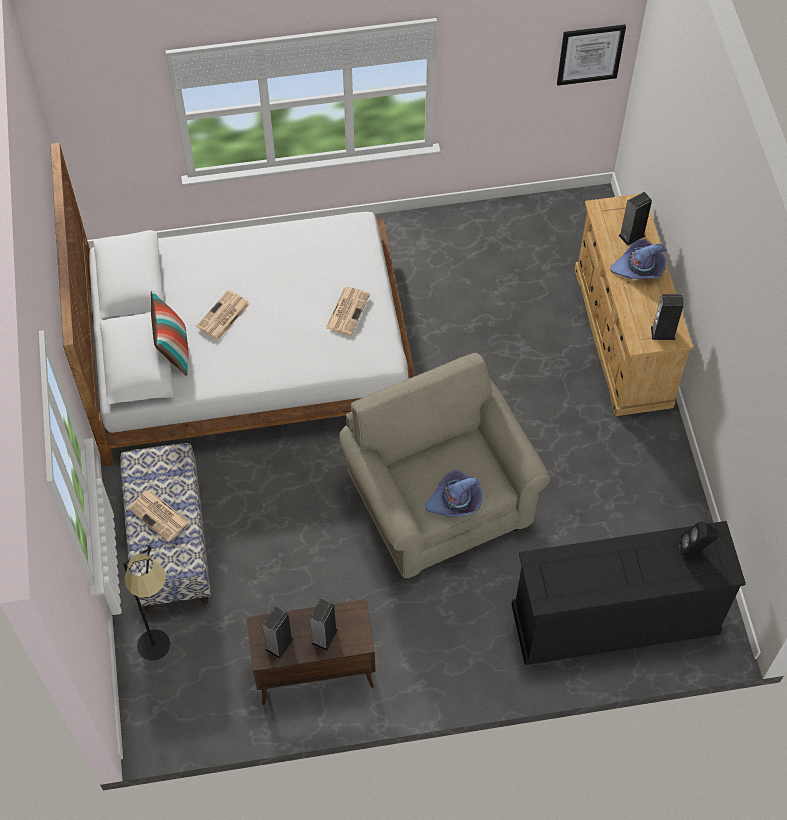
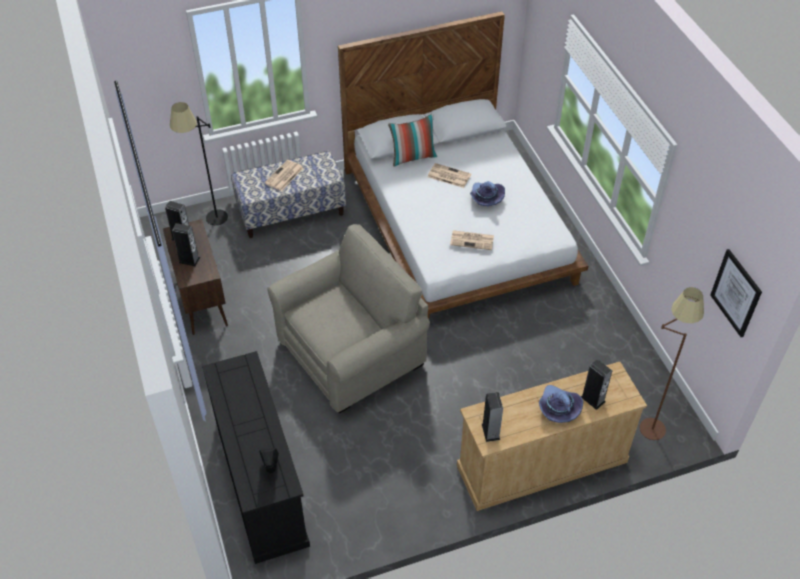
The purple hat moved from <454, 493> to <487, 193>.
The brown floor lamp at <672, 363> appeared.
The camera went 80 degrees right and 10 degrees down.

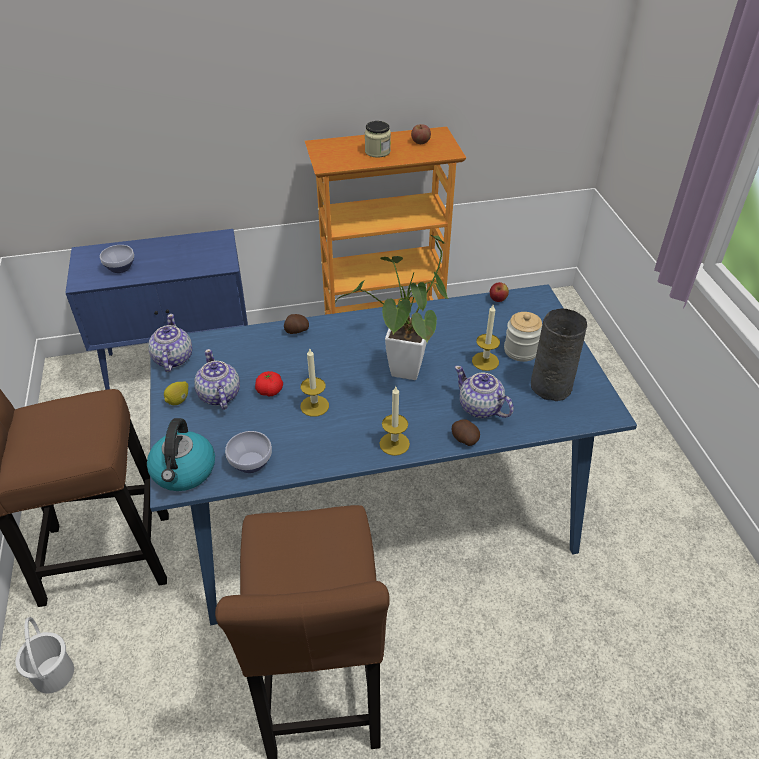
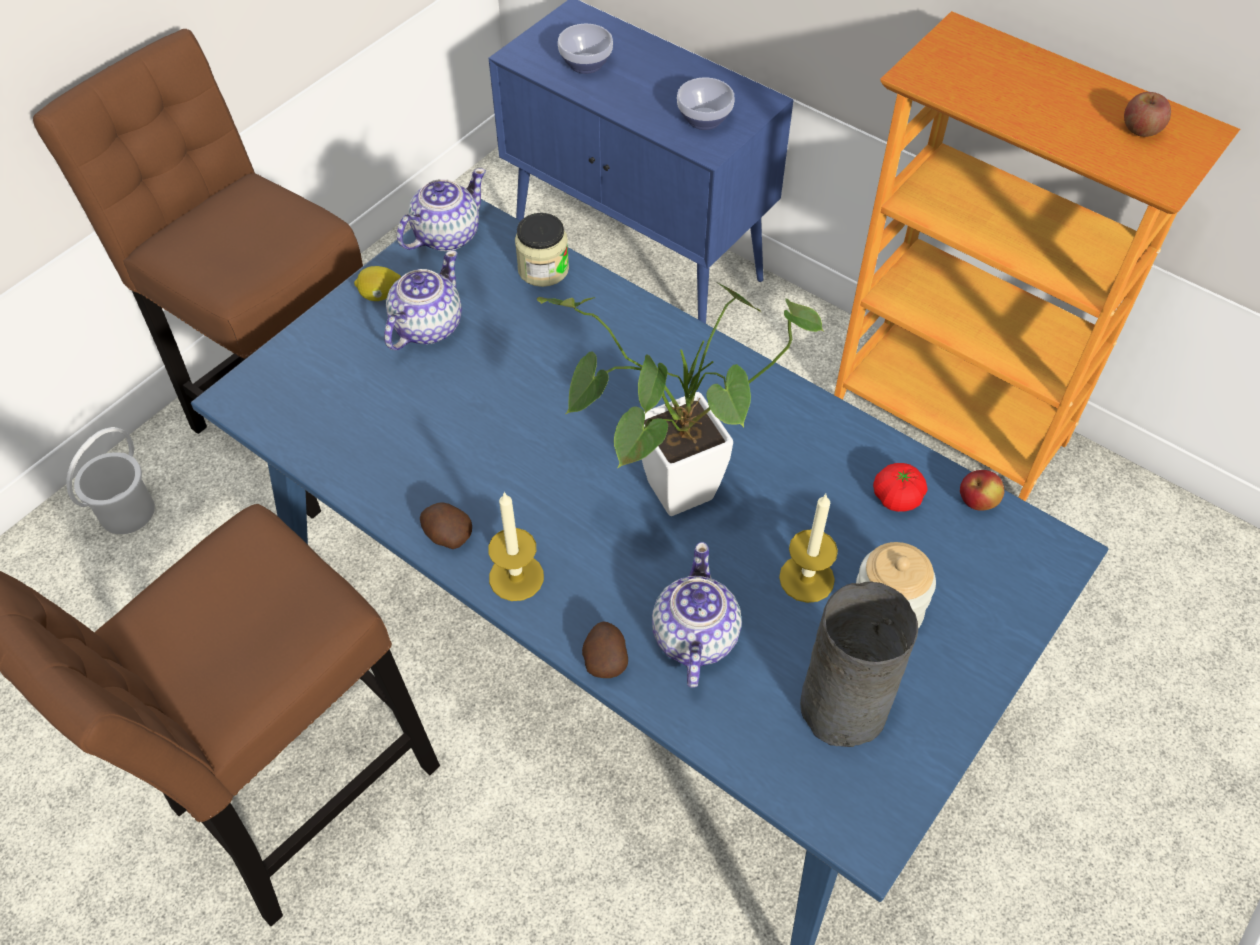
The jar moved from <378, 139> to <542, 250>.
The potato moved from <296, 324> to <446, 525>.
The candle at <314, 383> disappeared.
The tomato moved from <269, 384> to <900, 487>.
The kettle at <181, 454> disappeared.
The bowl moved from <248, 452> to <706, 104>.
The camera went 50 degrees right and 10 degrees up.

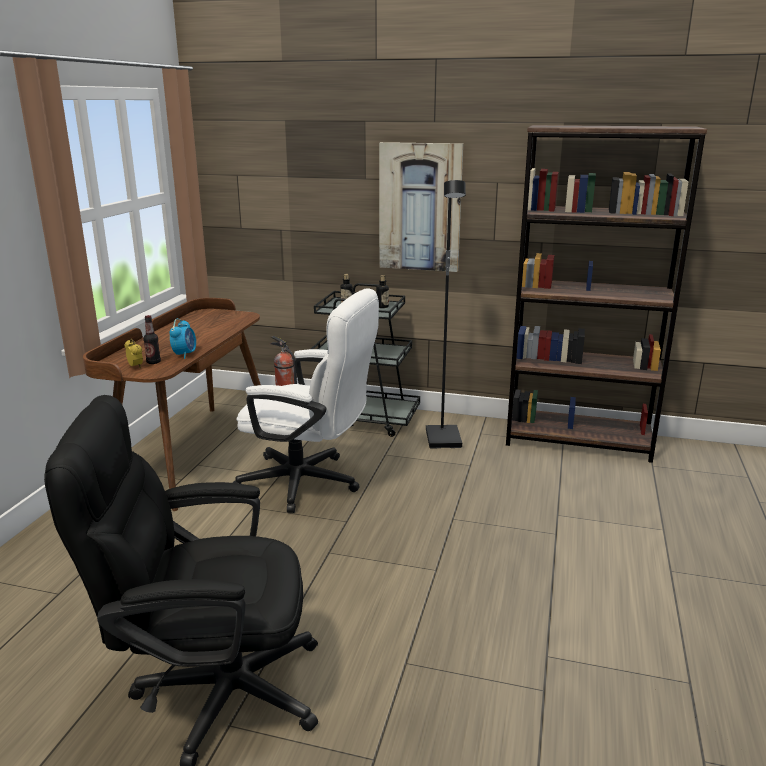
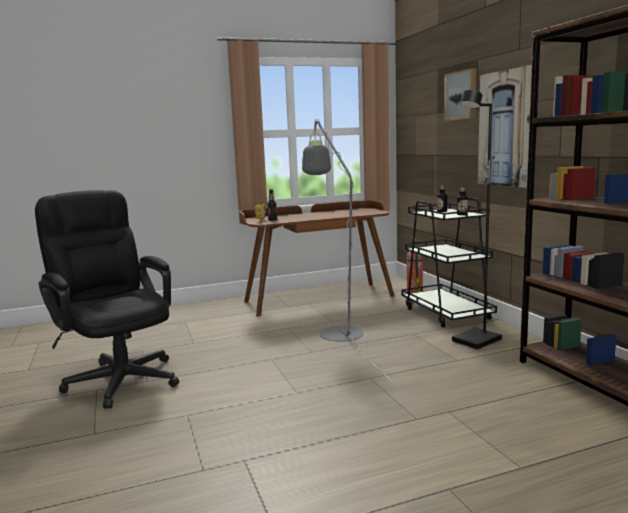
The white office chair at <306, 400> was replaced by the grey floor lamp at <347, 250>.
The alarm clock at <183, 338> disappeared.
The picture at <460, 94> appeared.
The camera went 55 degrees right and 10 degrees down.

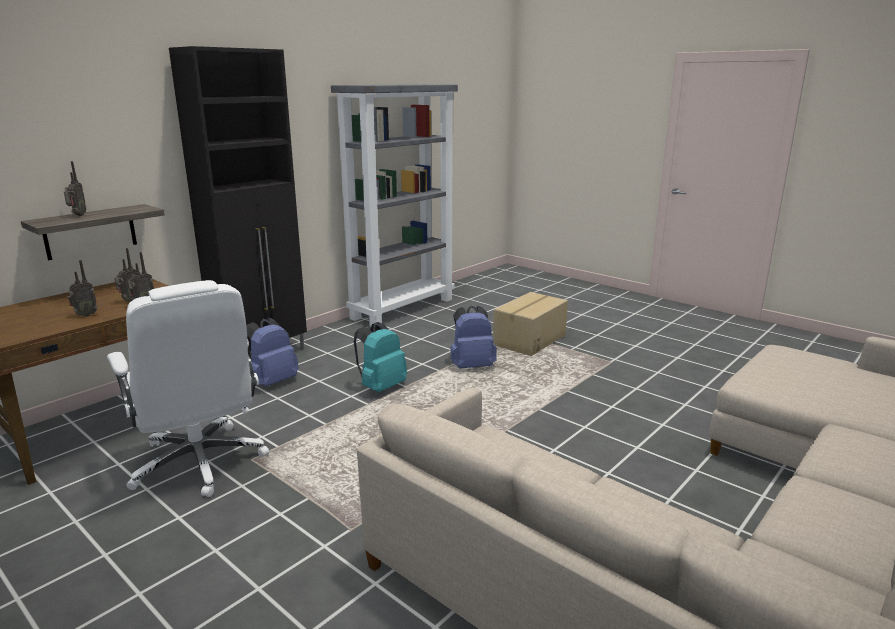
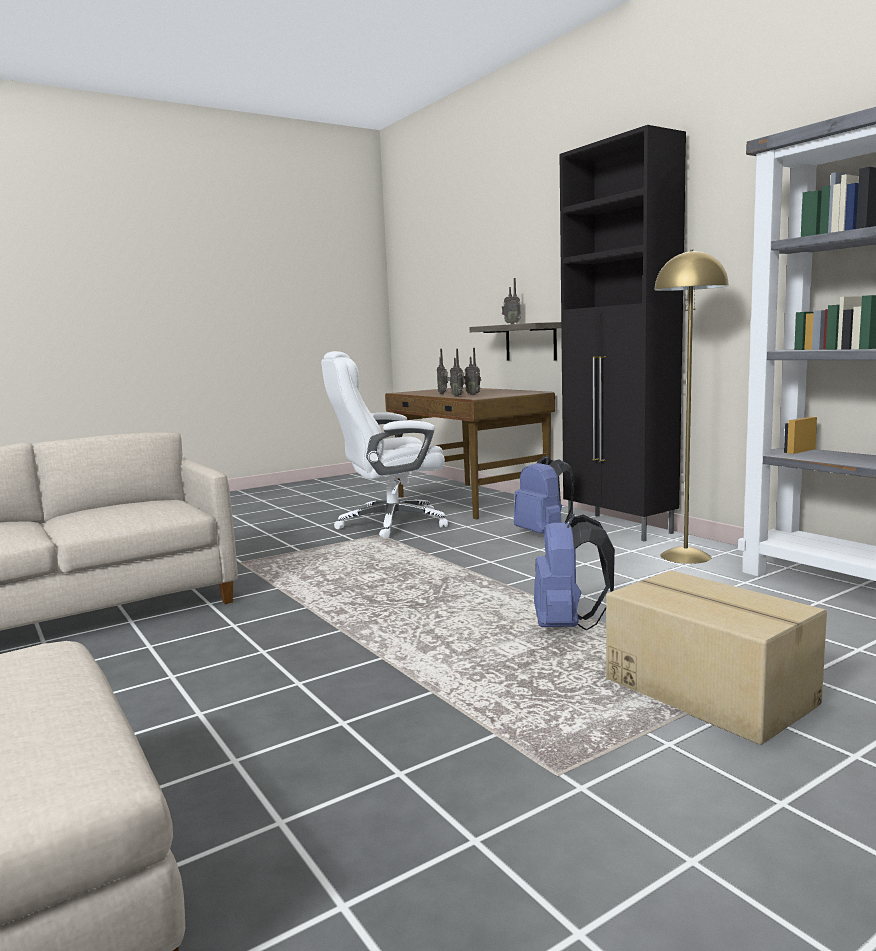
The turquoise backpack at <380, 357> disappeared.
The yellow floor lamp at <691, 406> appeared.
The camera went 105 degrees right and 10 degrees down.

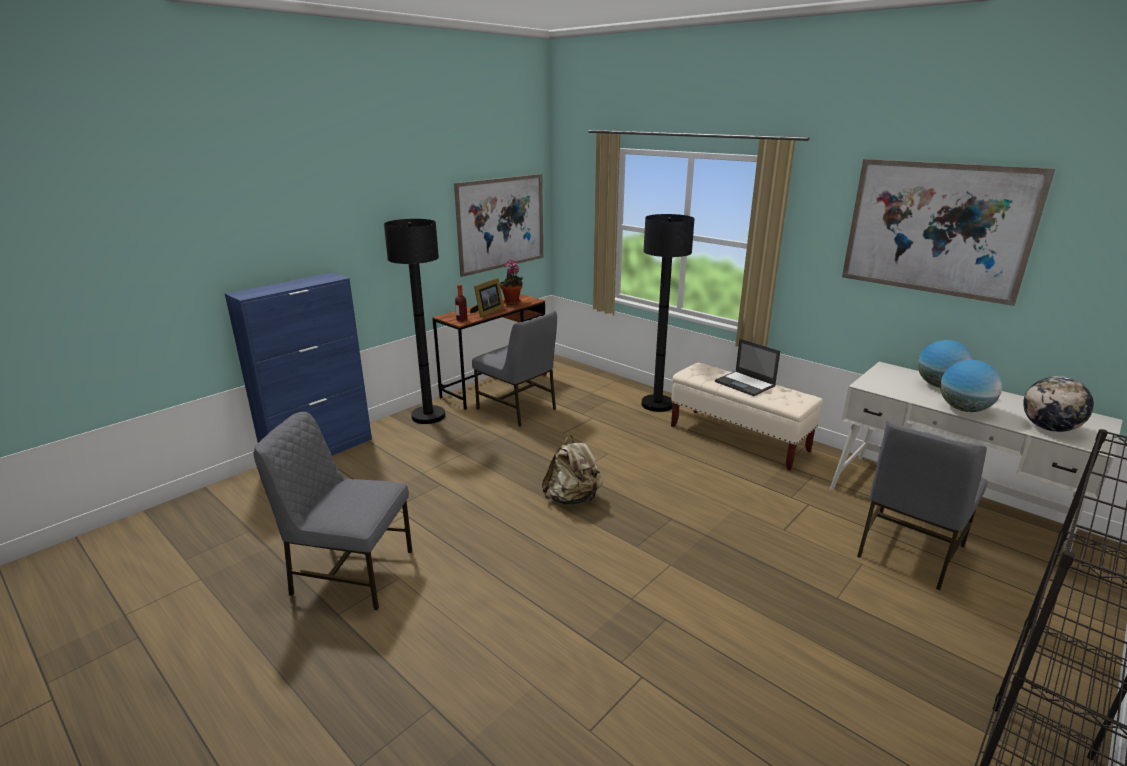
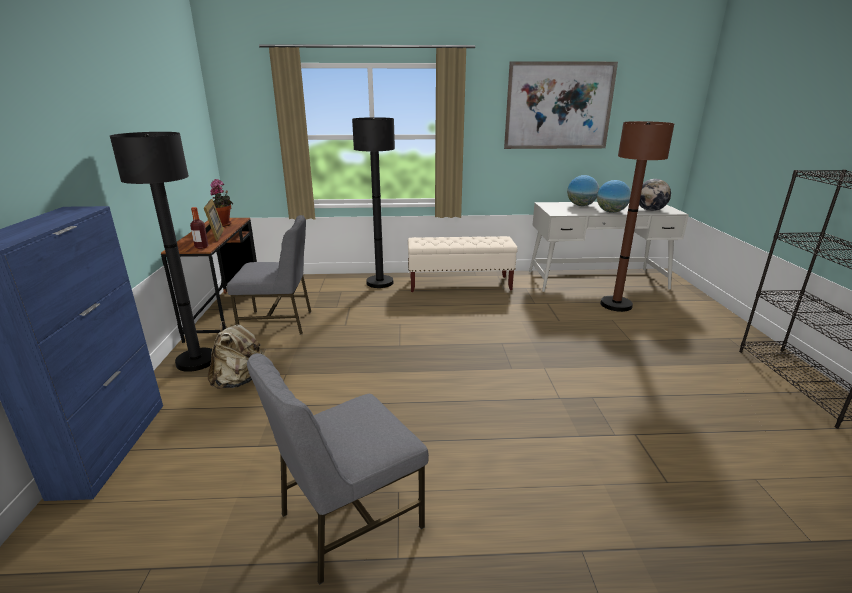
The picture at <498, 225> disappeared.
The laptop at <747, 367> disappeared.
The grey chair at <922, 505> was replaced by the brown floor lamp at <637, 216>.
The beige backpack moved from <572, 469> to <236, 355>.
The camera went 45 degrees left and 0 degrees up.

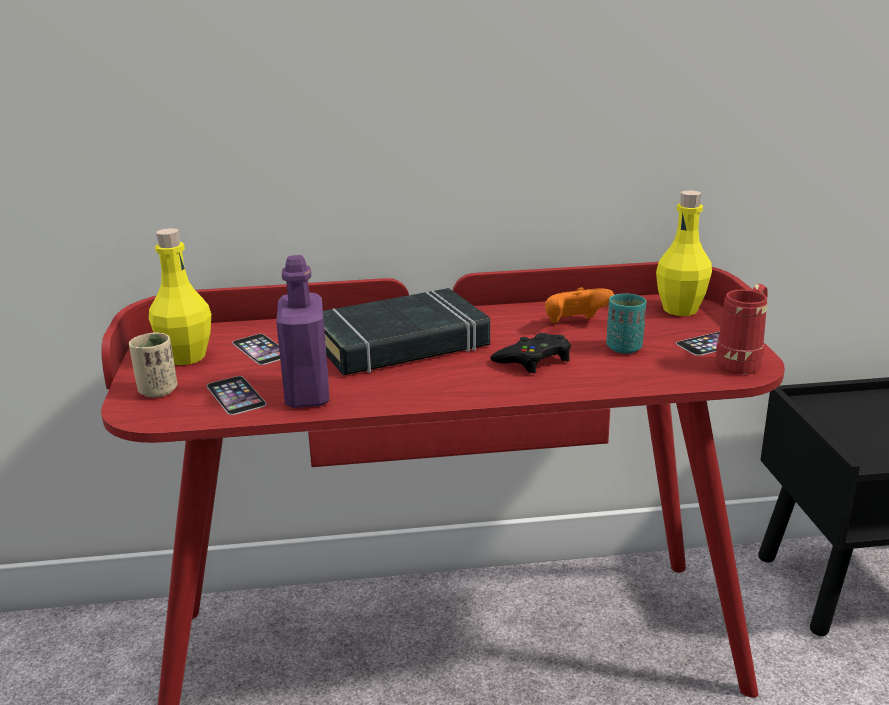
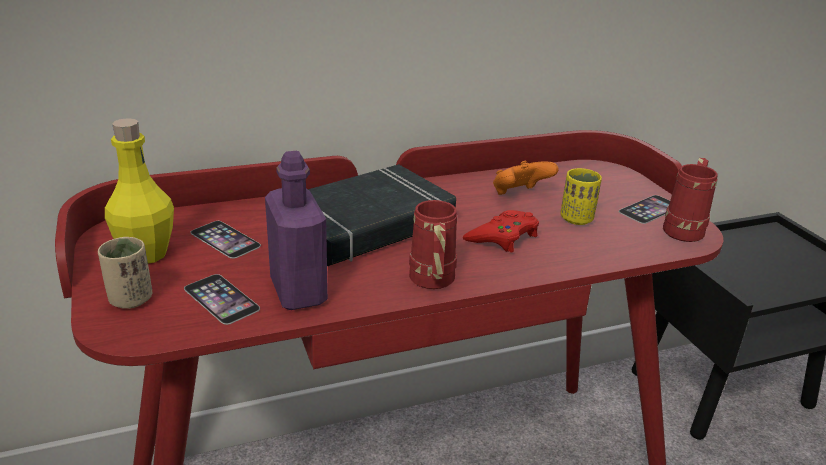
The yellow bottle at <684, 253> disappeared.
The turquoise cup at <626, 323> became the yellow cup at <581, 196>.
The black game controller at <530, 353> became the red game controller at <501, 231>.
The red mug at <433, 244> appeared.
The camera went 15 degrees left and 5 degrees up.

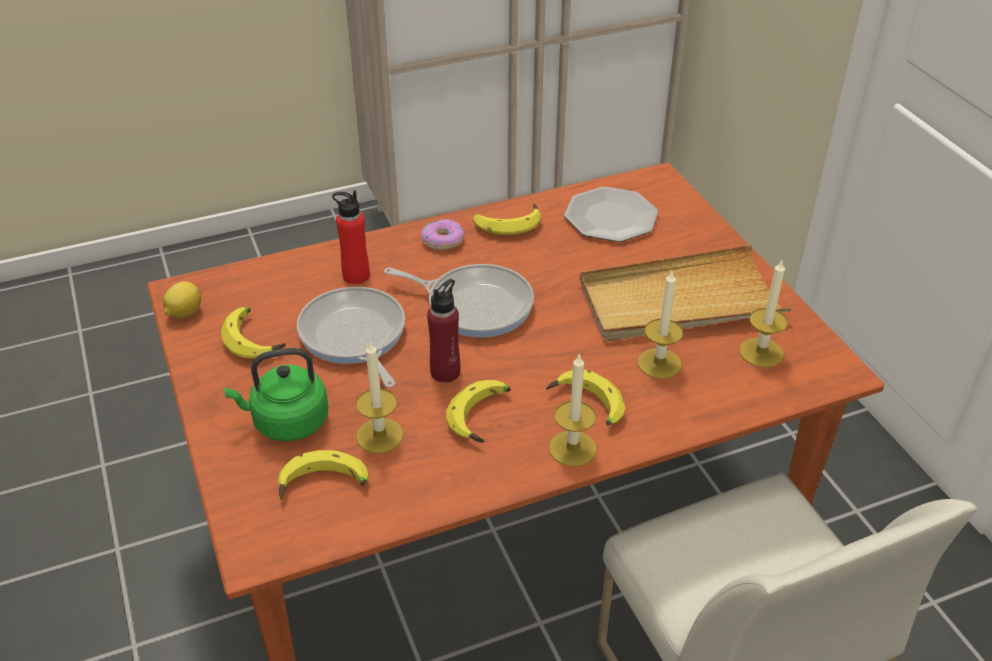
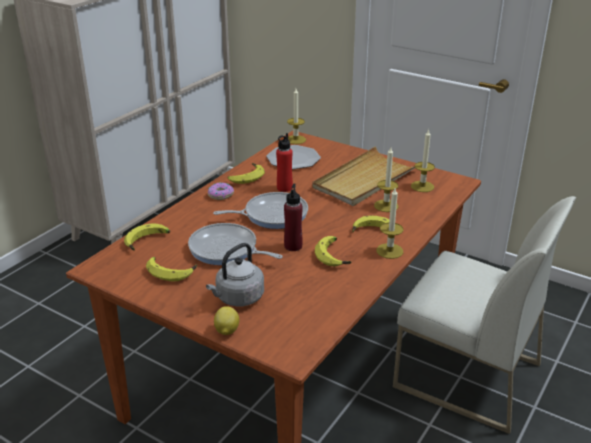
The red bottle moved from <351, 237> to <284, 162>.
The lemon moved from <182, 299> to <227, 320>.
The candle moved from <380, 397> to <296, 116>.
The green kettle at <275, 394> became the grey kettle at <235, 275>.
The banana moved from <323, 474> to <147, 237>.
The camera went 35 degrees left and 10 degrees down.

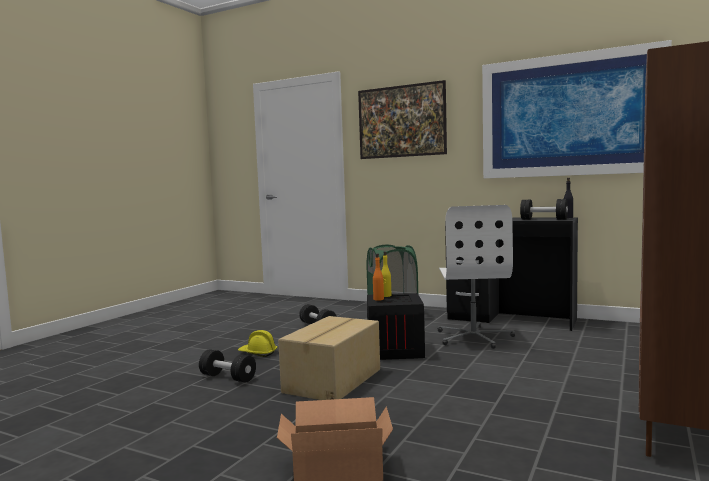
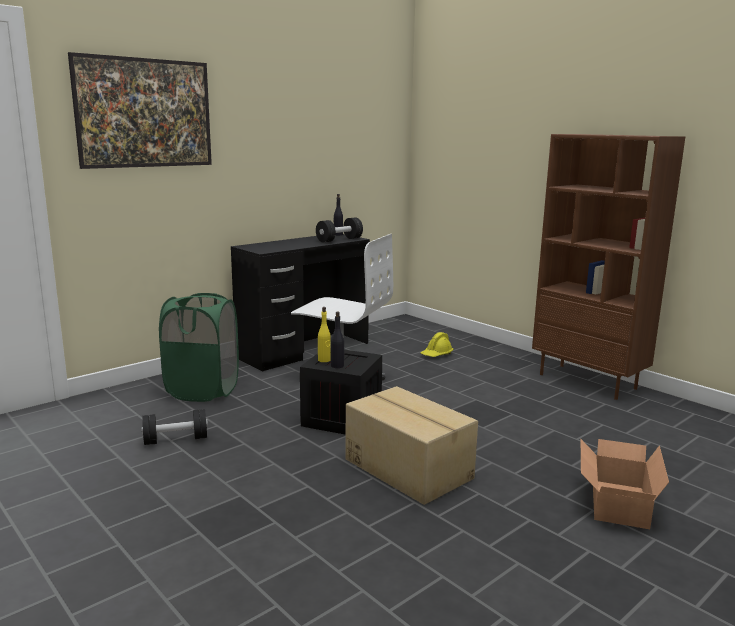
The picture at <577, 109> disappeared.
The orange bottle at <378, 277> became the black bottle at <337, 339>.
The yellow hard hat moved from <258, 343> to <436, 344>.
The black dumbbell at <227, 365> disappeared.
The camera went 70 degrees left and 10 degrees up.

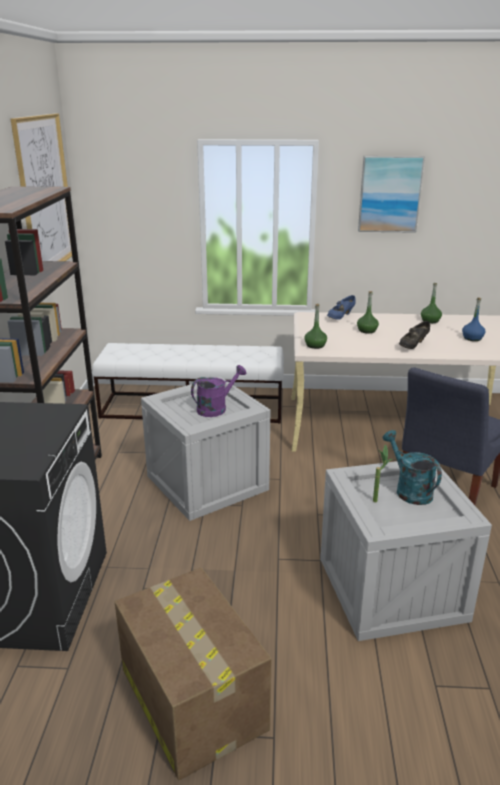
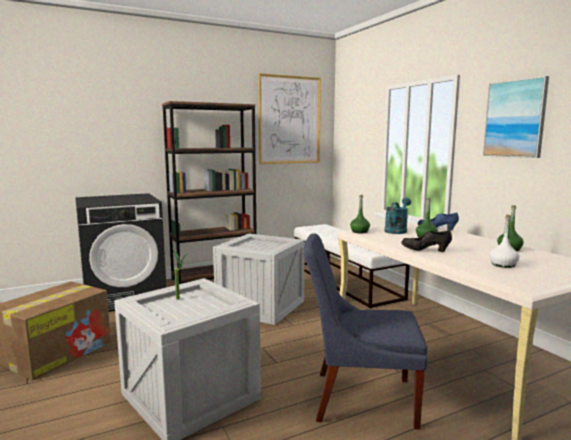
The blue bottle at <473, 319> became the white bottle at <504, 241>.
The purple watering can at <218, 391> disappeared.
The turquoise watering can moved from <412, 467> to <397, 216>.
The camera went 60 degrees right and 15 degrees down.

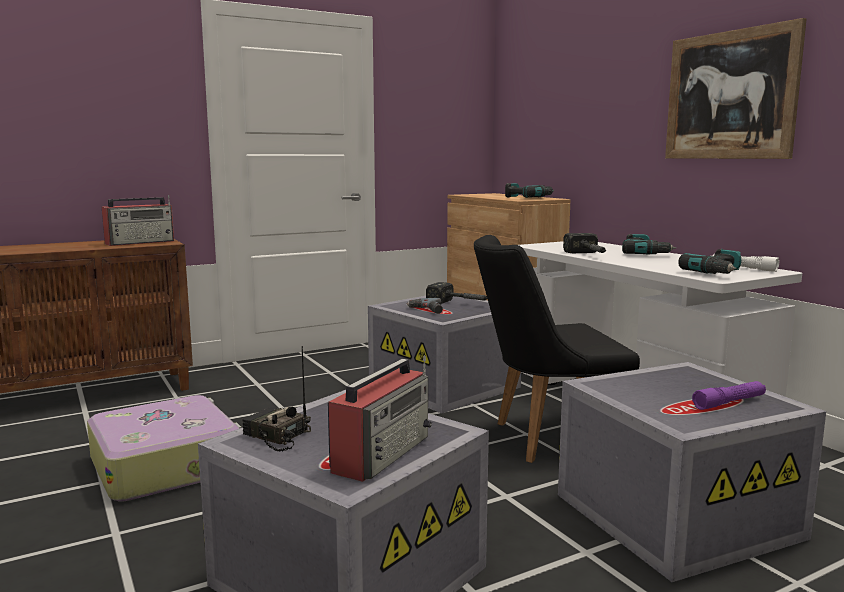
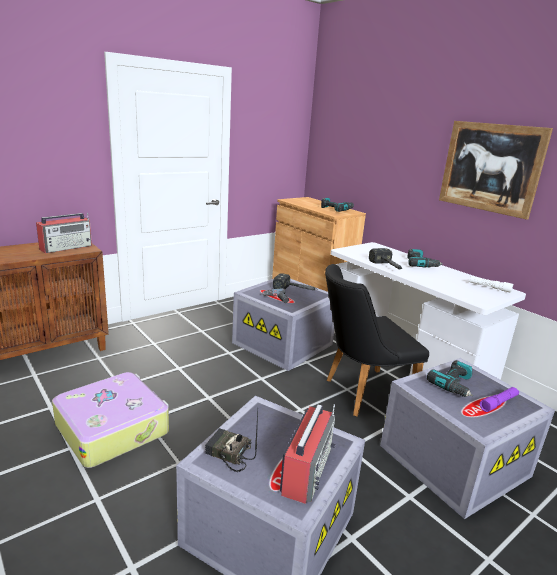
The power drill moved from <709, 261> to <450, 378>.
The camera went 10 degrees left and 10 degrees up.

